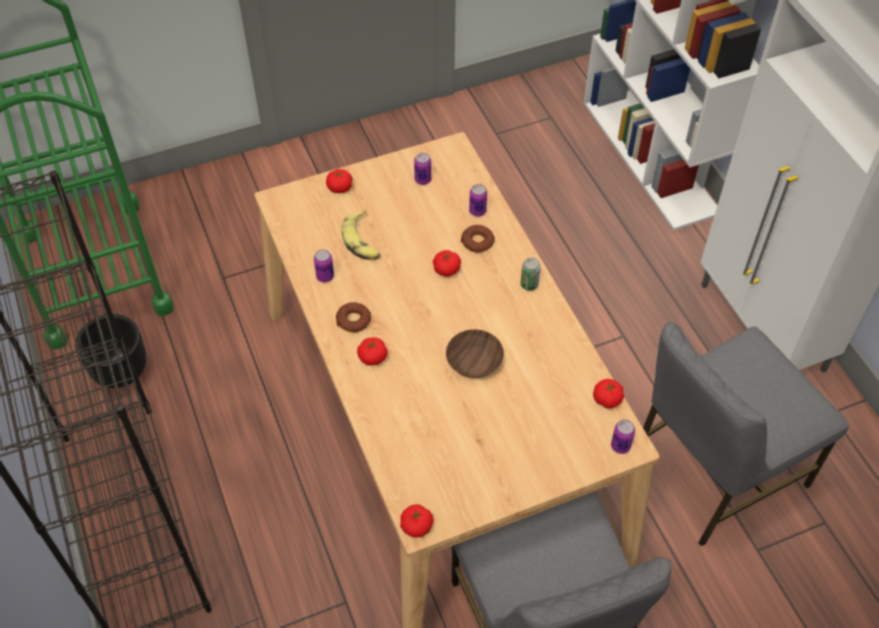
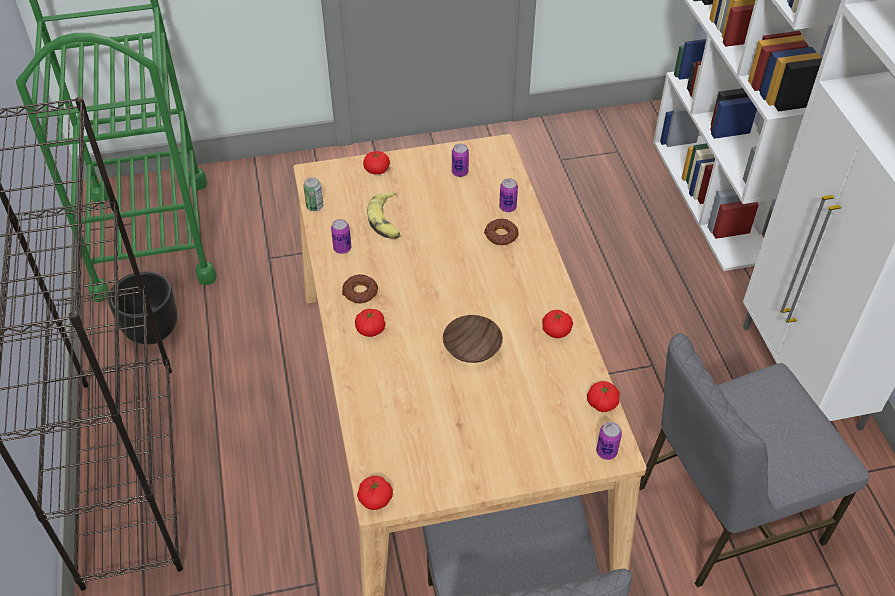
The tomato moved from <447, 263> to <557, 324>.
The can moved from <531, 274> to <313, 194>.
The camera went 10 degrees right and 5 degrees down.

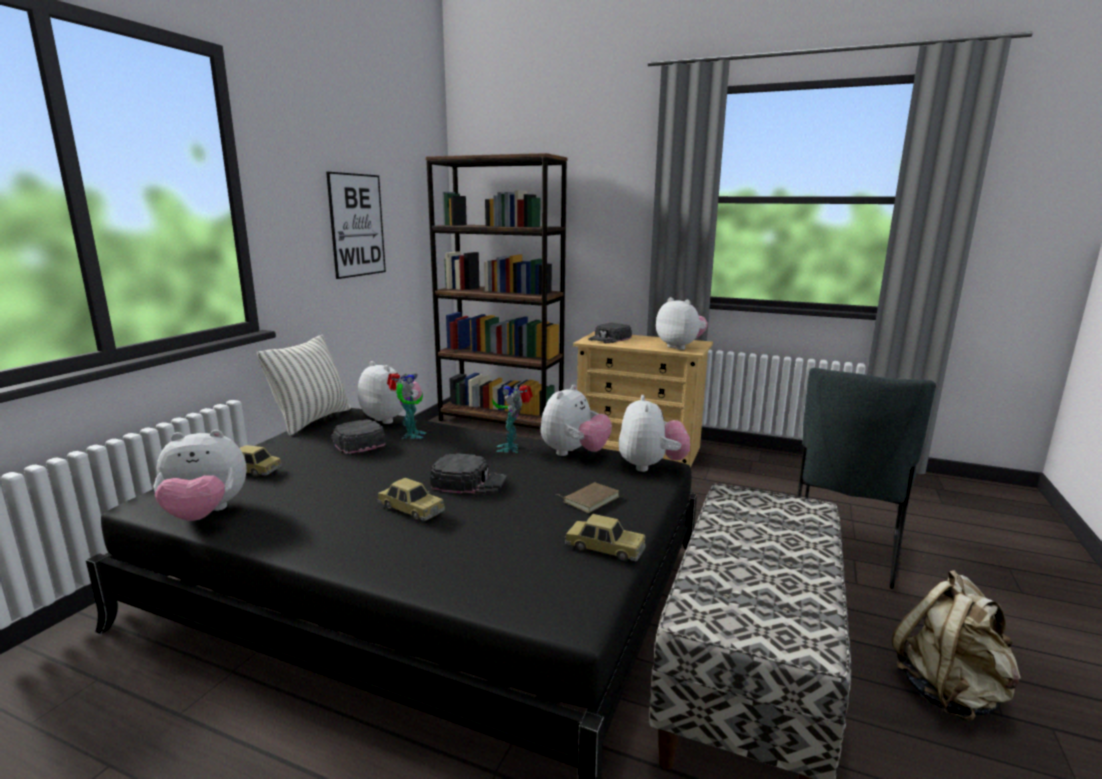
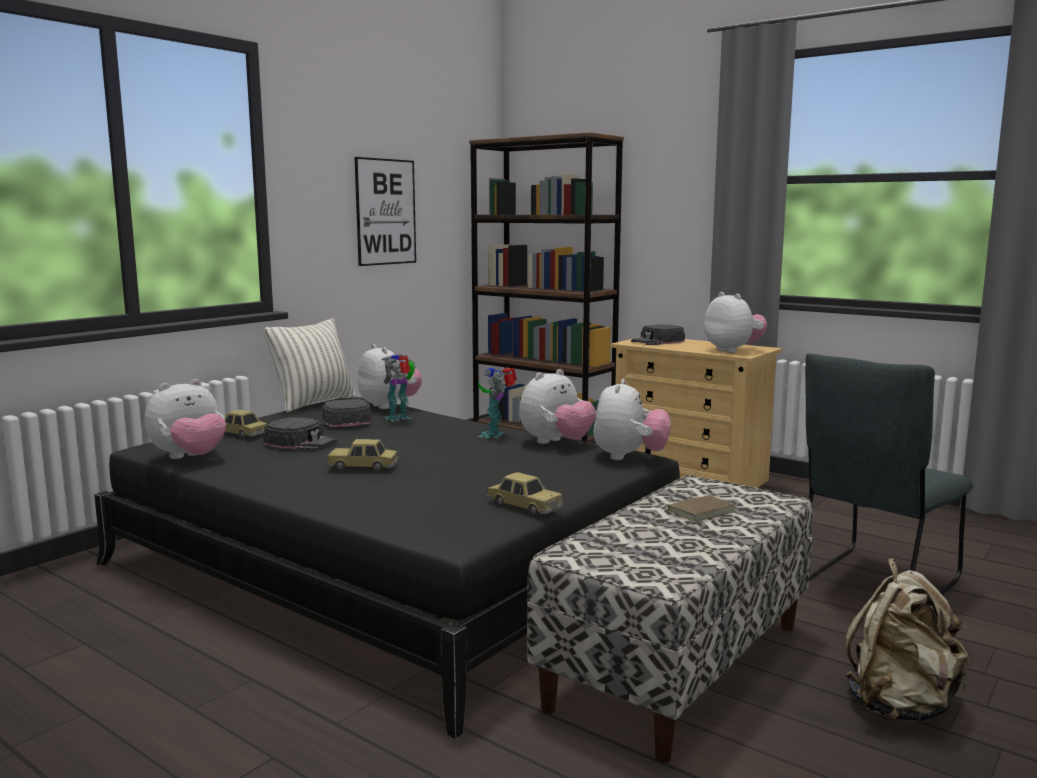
The toy robot at <406, 405> turned 150 degrees counterclockwise.
The plush toy at <200, 475> turned 45 degrees counterclockwise.
The black cap moved from <468, 473> to <300, 434>.
The toy car at <411, 499> turned 135 degrees clockwise.
The brown book moved from <588, 497> to <699, 508>.
The camera went 15 degrees right and 5 degrees down.

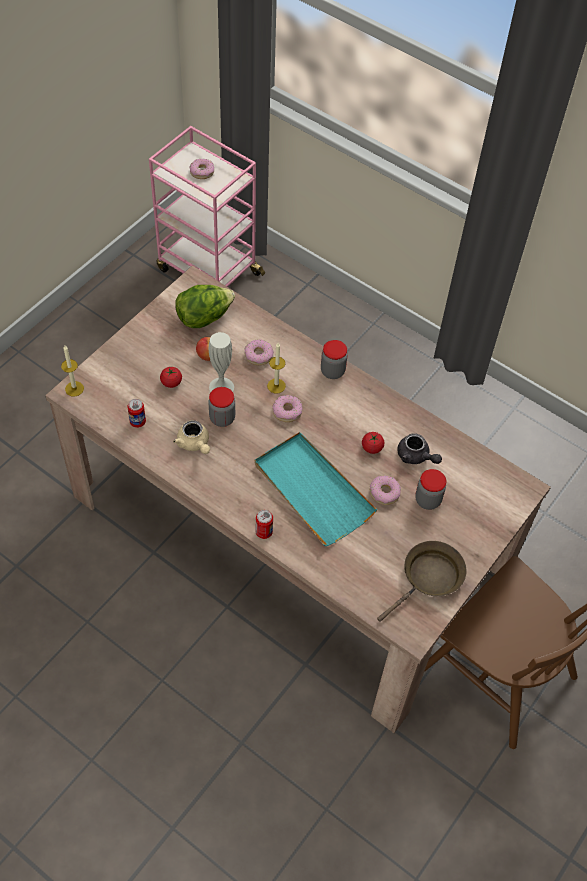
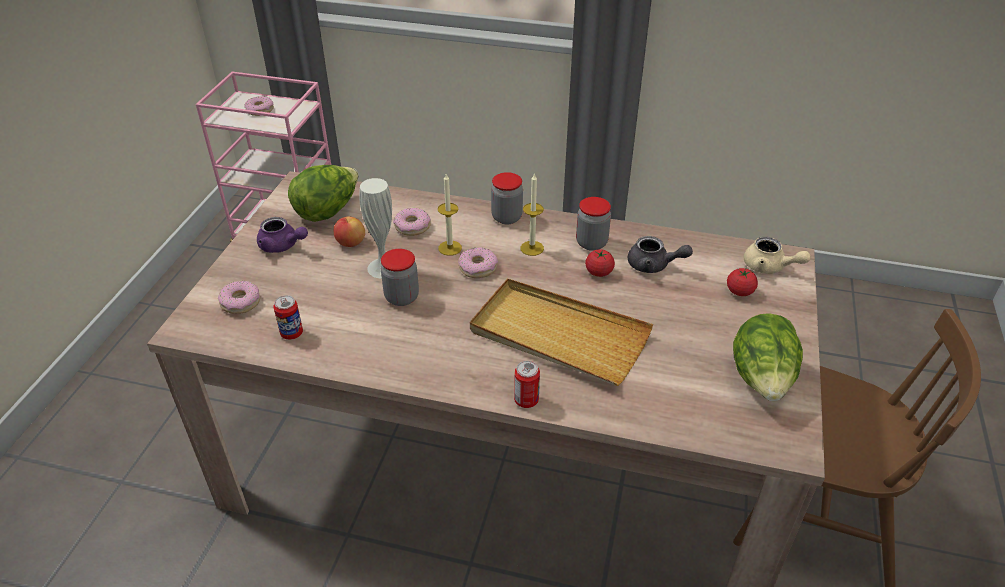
The candle moved from <72, 371> to <532, 214>.
The tomato moved from <171, 377> to <742, 282>.
The beige teapot moved from <191, 437> to <777, 255>.
The turquoise tray at <315, 489> became the beige tray at <561, 332>.
The jar moved from <430, 489> to <593, 224>.
The donut moved from <385, 490> to <239, 297>.
The brown frying pan at <422, 581> was replaced by the lettuce at <768, 357>.
The purple teapot at <282, 235> appeared.
The camera went 20 degrees left and 15 degrees down.

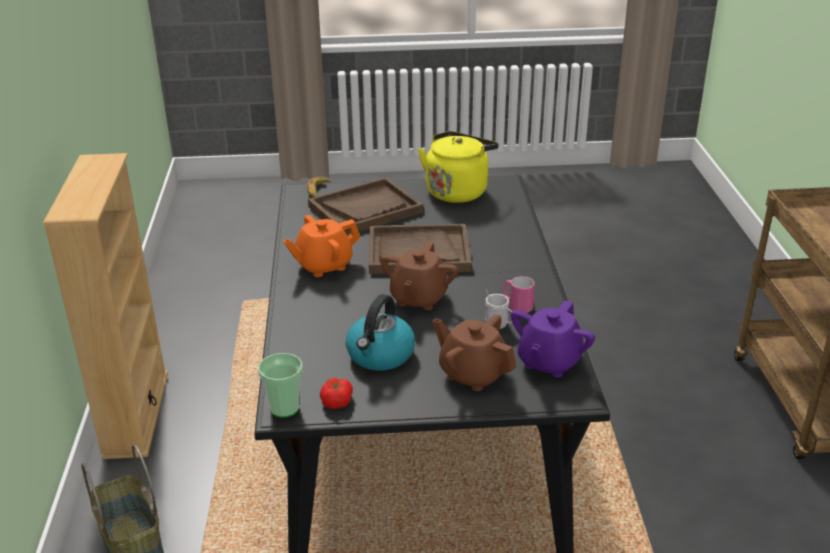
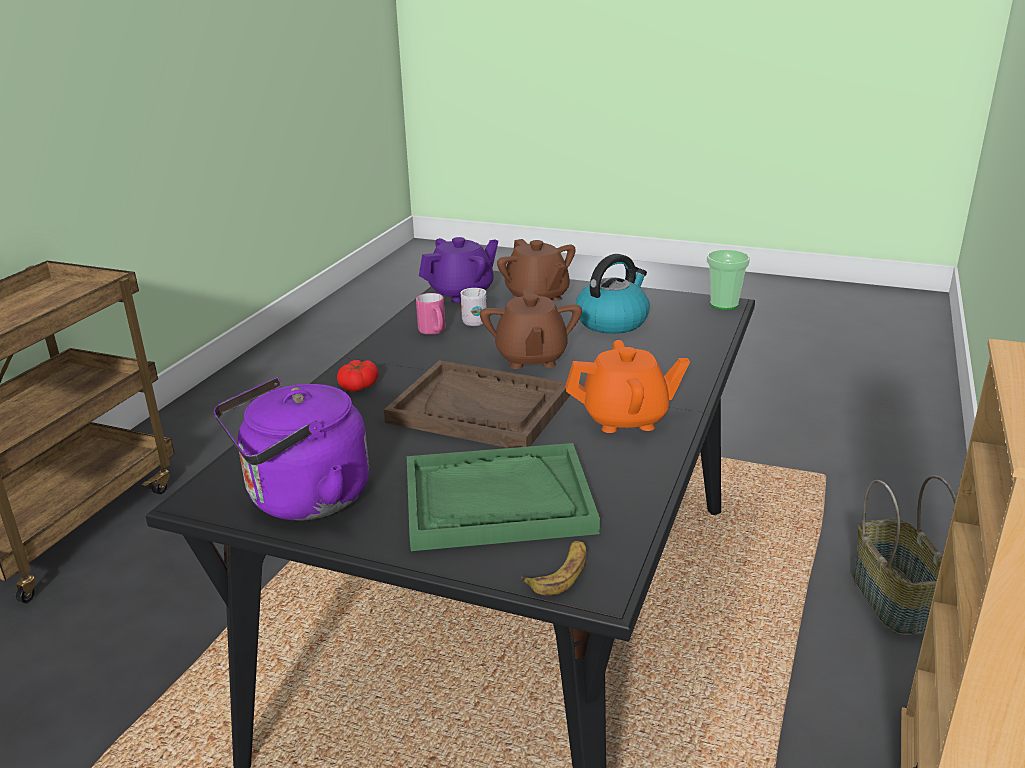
The yellow kettle at <458, 167> became the purple kettle at <291, 448>.
The brown tray at <365, 206> became the green tray at <503, 497>.
The brown teapot at <419, 276> turned 135 degrees clockwise.
The tomato moved from <336, 393> to <358, 376>.
The camera went 155 degrees left and 5 degrees down.

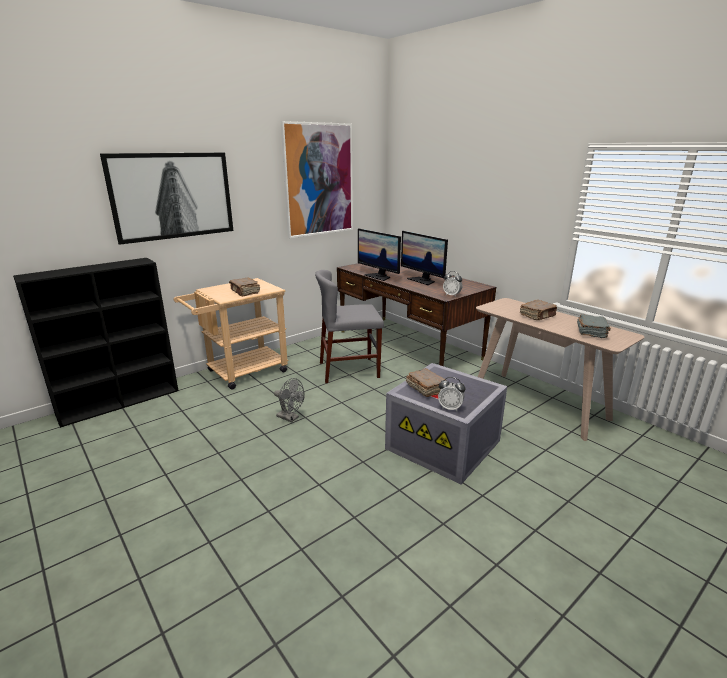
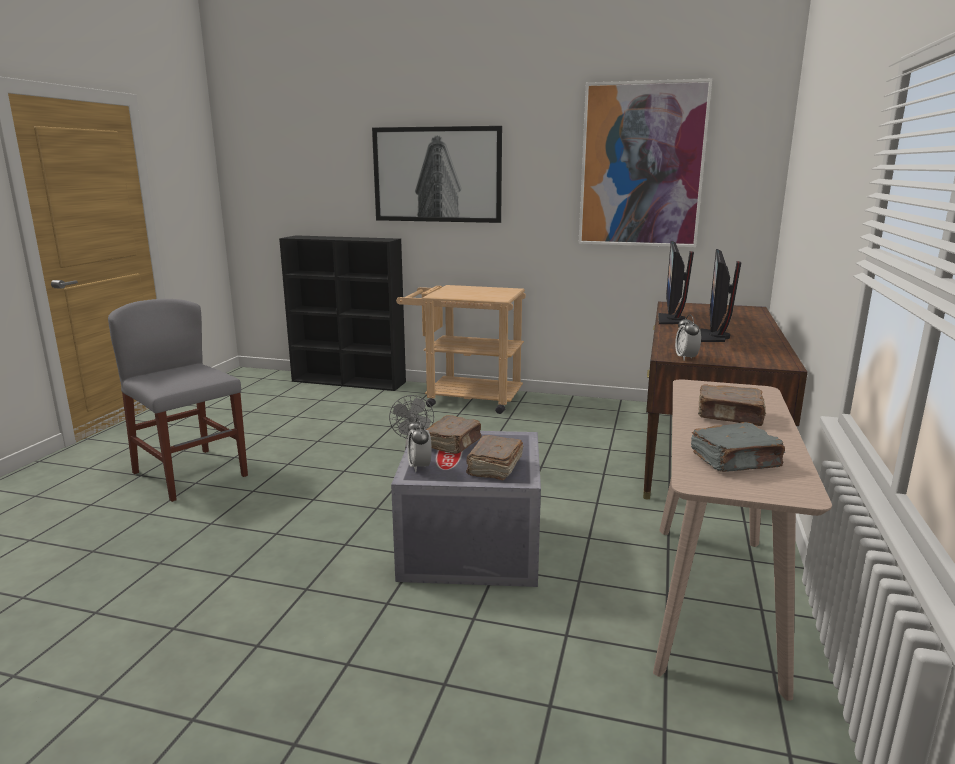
The grey chair moved from <349, 326> to <178, 400>.
The brown book moved from <244, 286> to <494, 457>.
The camera went 55 degrees right and 5 degrees down.

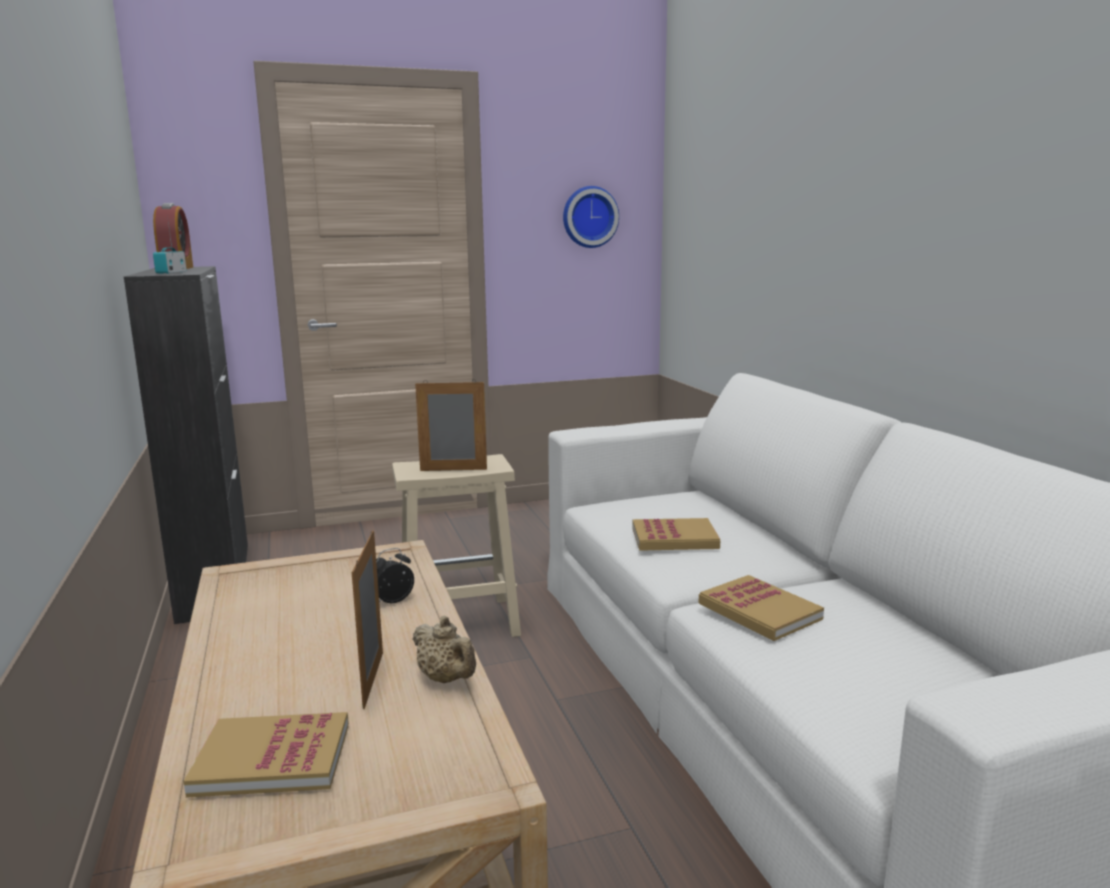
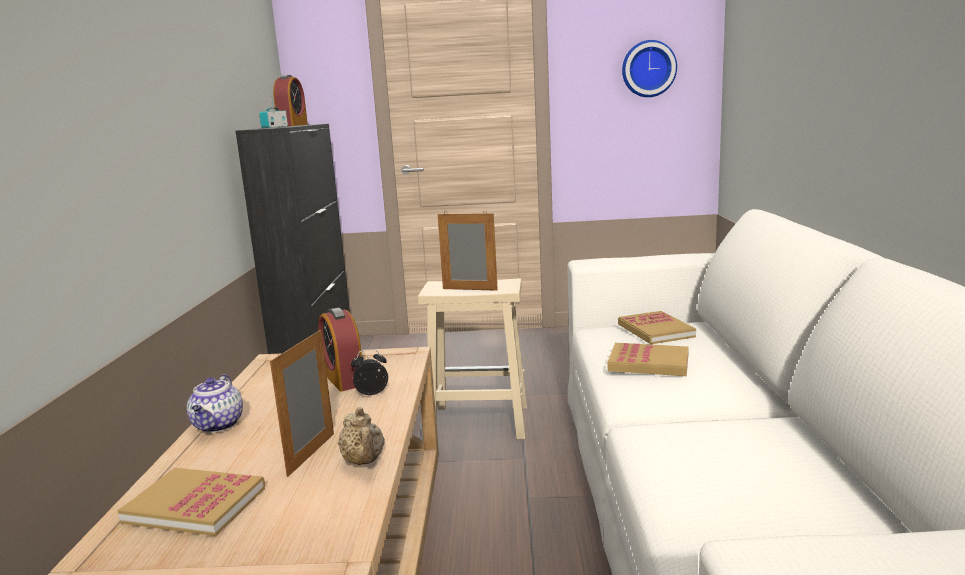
The book moved from <761, 608> to <657, 327>.
The alarm clock at <340, 349> appeared.
The teapot at <215, 403> appeared.
The camera went 20 degrees right and 0 degrees up.

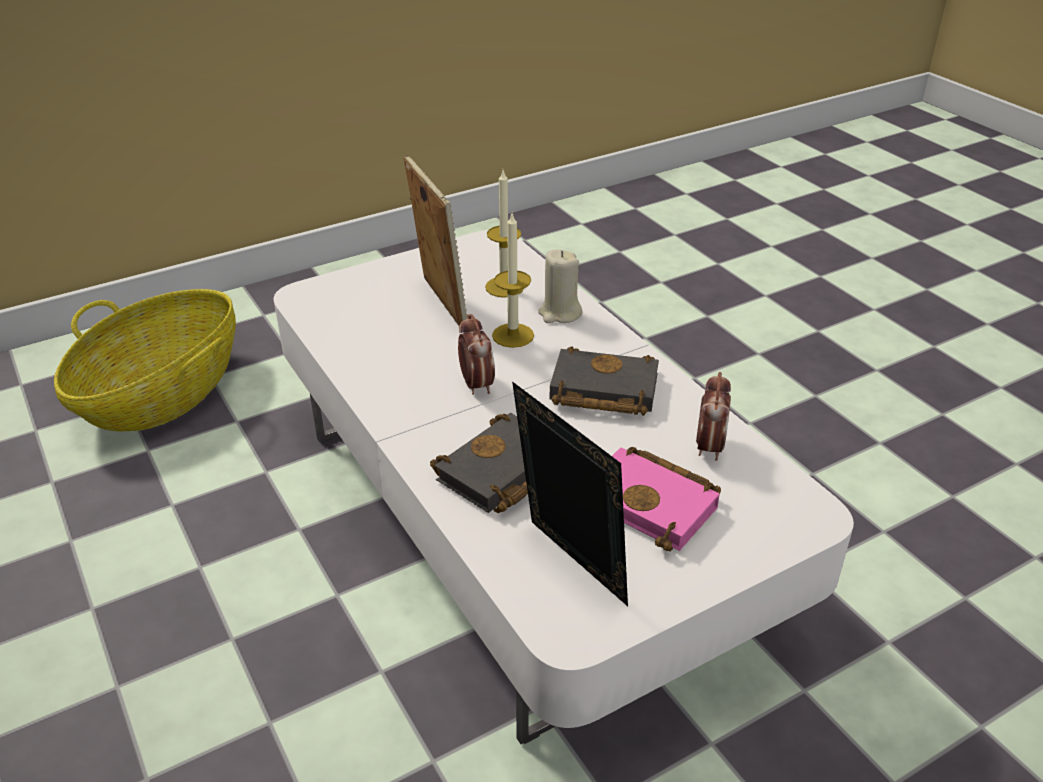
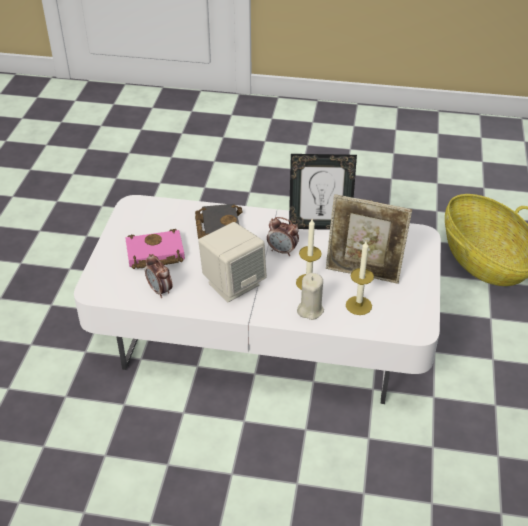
The black book at <604, 381> was replaced by the beige speaker at <232, 262>.
The picture frame moved from <570, 493> to <323, 192>.
The camera went 130 degrees right and 5 degrees up.

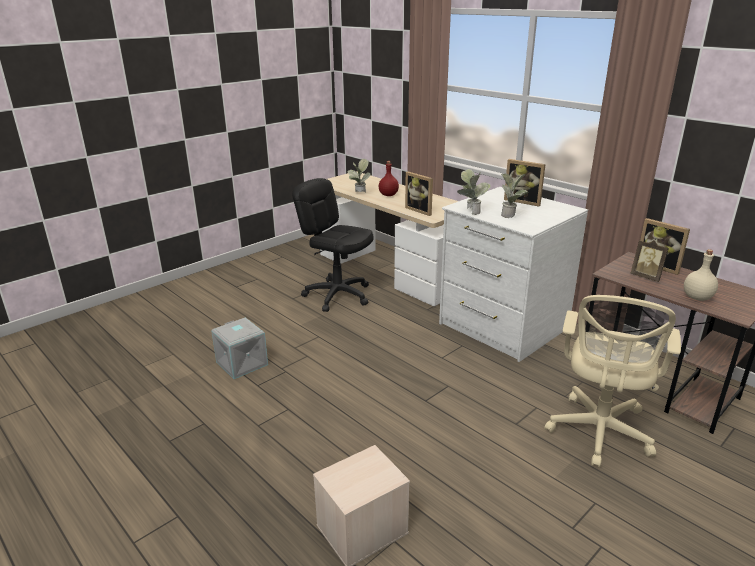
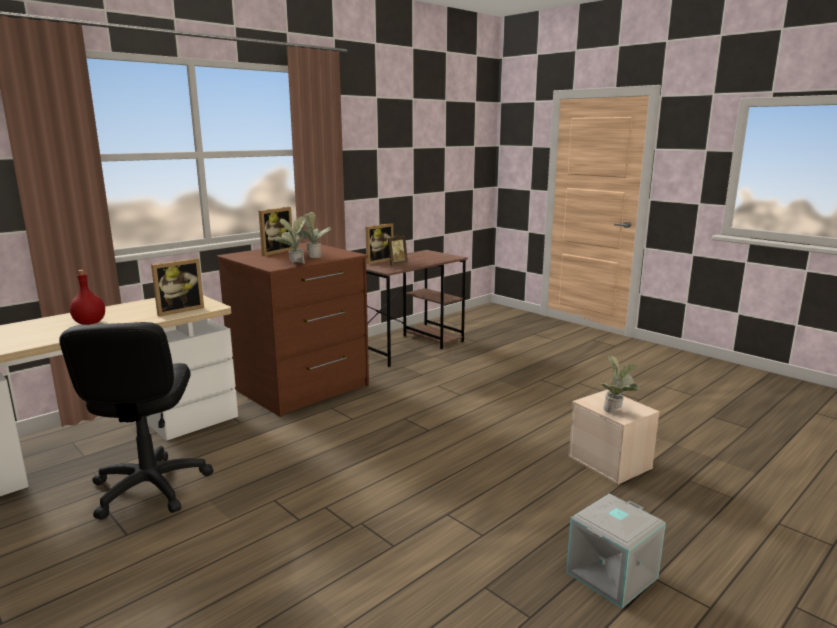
The potted plant moved from <359, 176> to <620, 384>.
The black office chair at <333, 245> turned 45 degrees counterclockwise.
The white dresser at <513, 274> became the brown dresser at <293, 329>.
The beige bottle at <701, 275> disappeared.
The beige office chair at <612, 381> disappeared.
The grey storage box moved from <239, 348> to <616, 551>.
The camera went 90 degrees left and 10 degrees down.

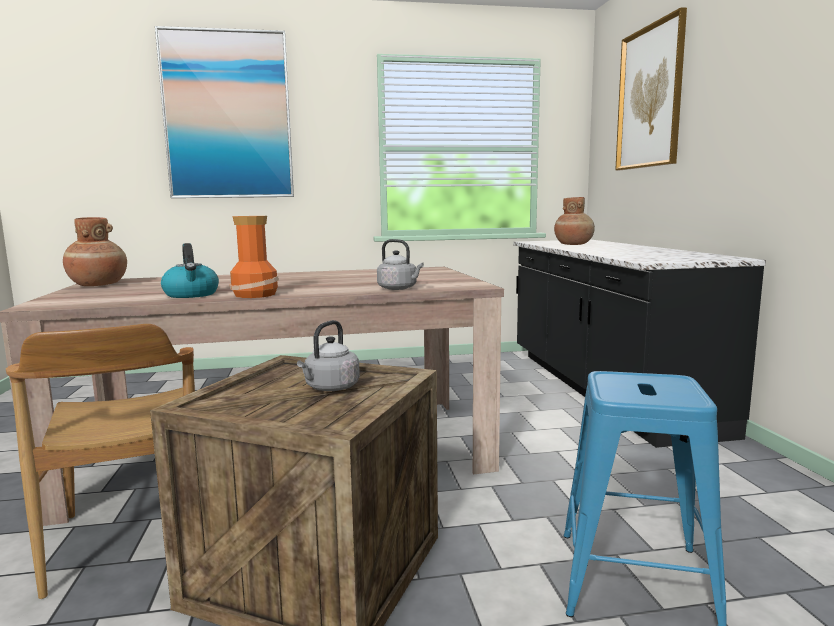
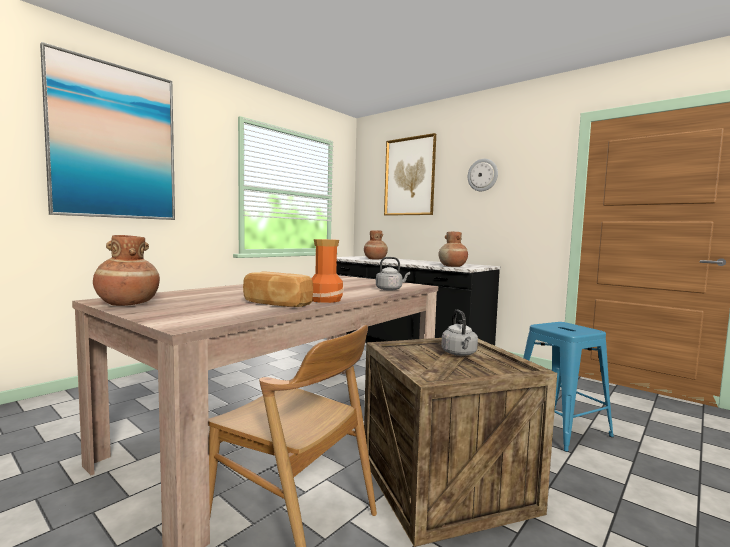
The kettle at <190, 270> was replaced by the bread at <278, 289>.
The wall clock at <483, 175> appeared.
The brown vase at <453, 249> appeared.
The camera went 40 degrees left and 5 degrees down.

